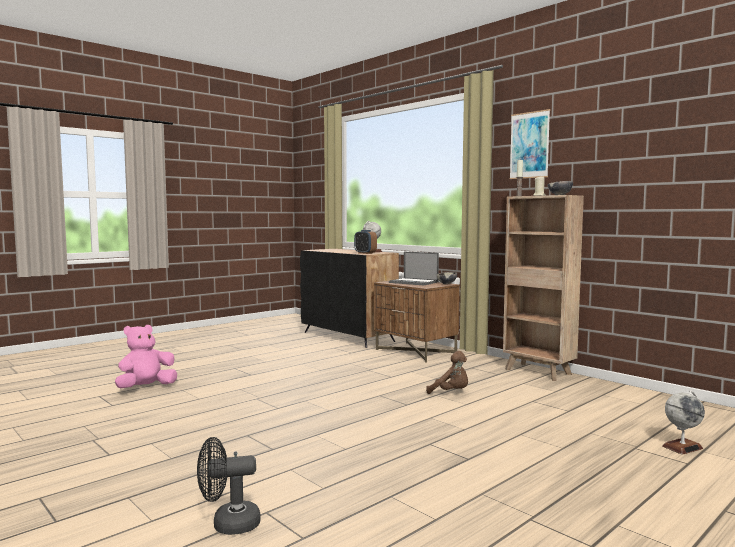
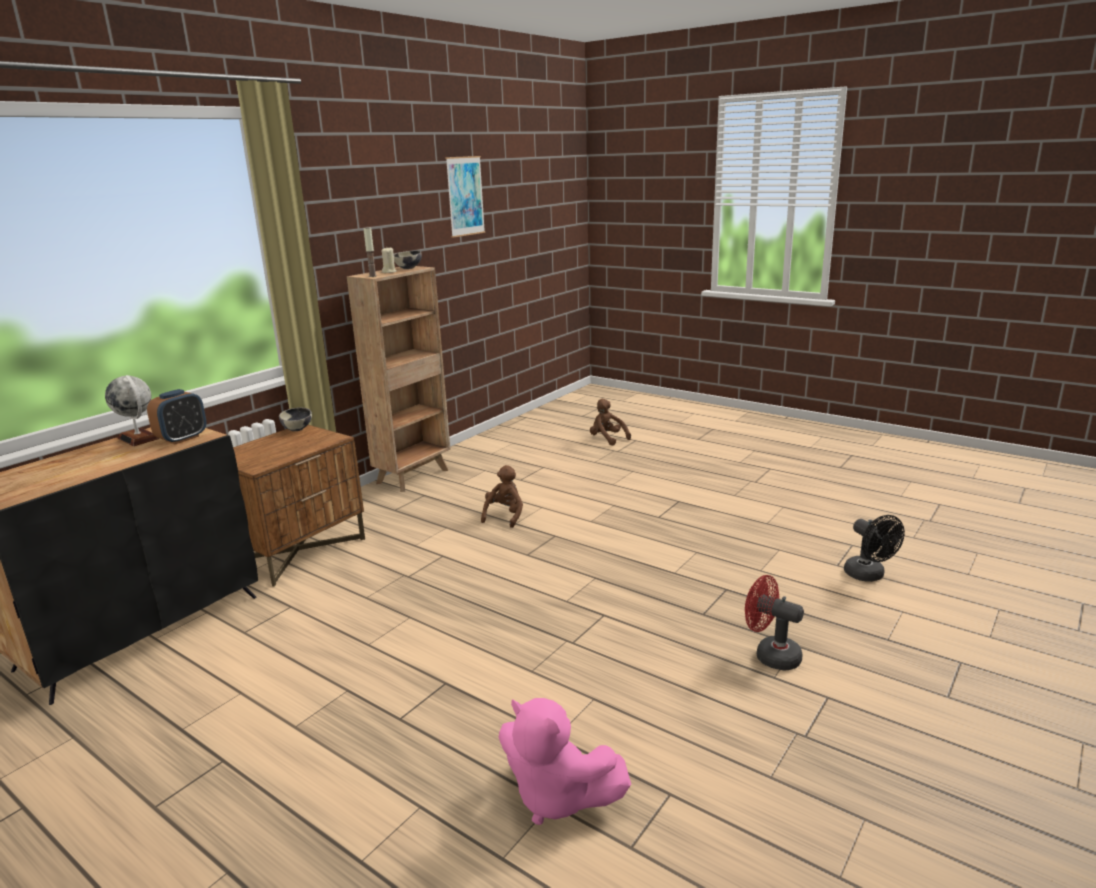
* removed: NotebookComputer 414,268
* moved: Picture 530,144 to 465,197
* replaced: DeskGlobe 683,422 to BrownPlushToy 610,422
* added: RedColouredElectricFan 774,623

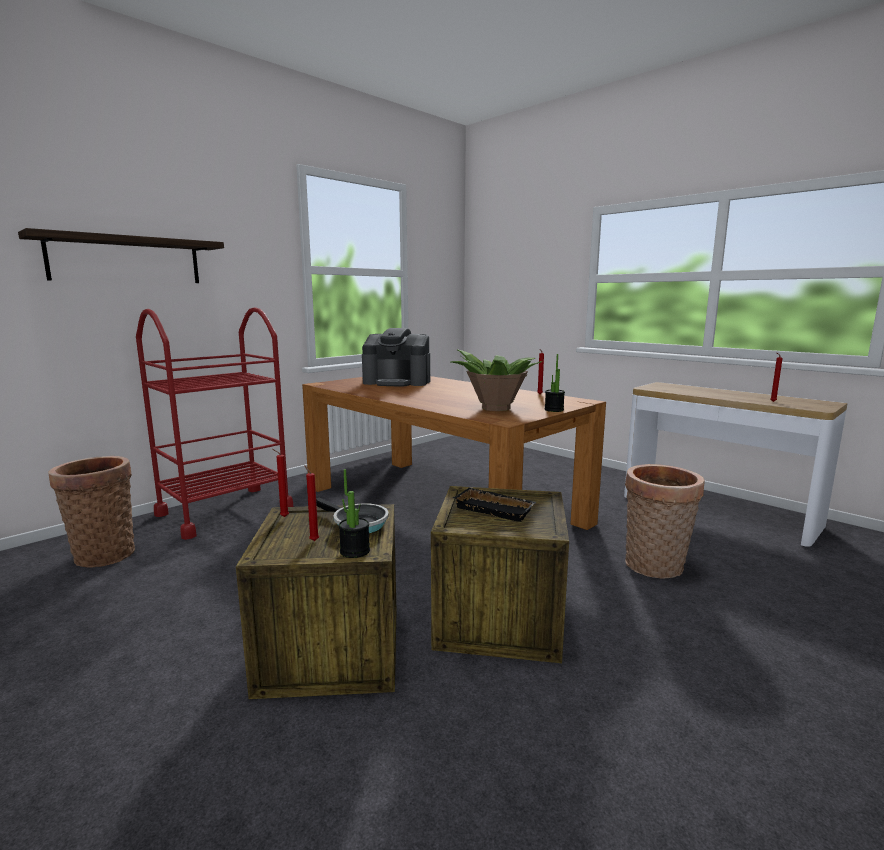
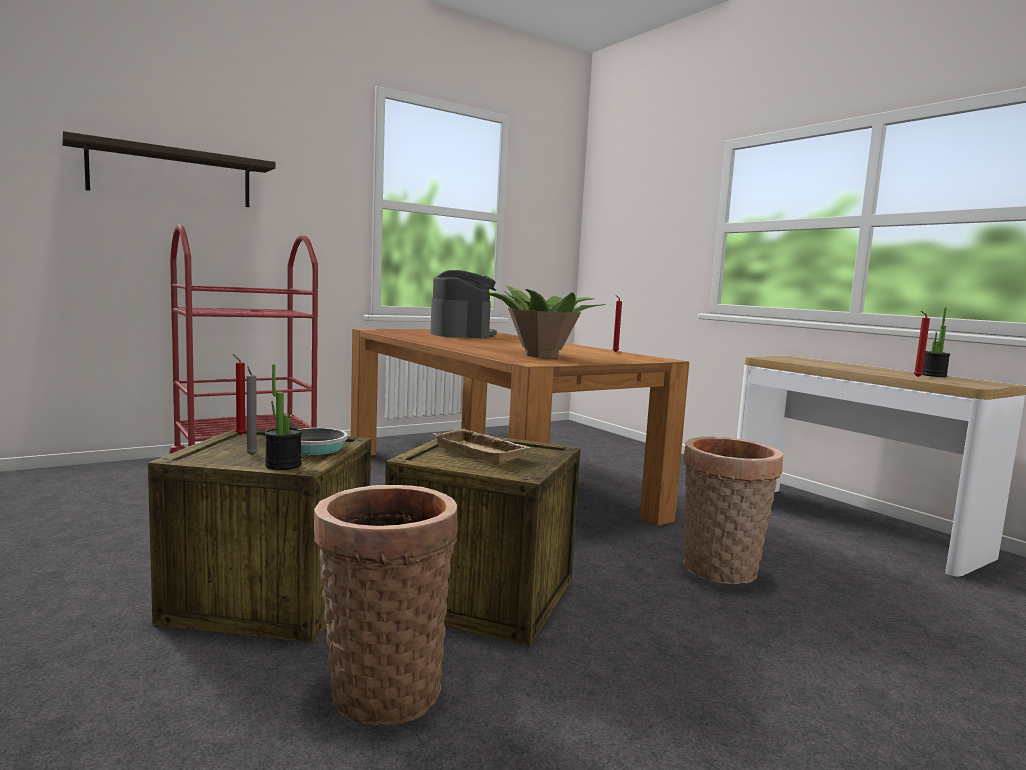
* moved: HouseholdBasket 91,512 to 386,605
* recoloured: RedColouredWaxLight 311,503 to GreyWaxLight 252,410
* turned: CoffeeBrewer 396,357 = 463,304 120 degrees counterclockwise
* recoloured: BlackishCarryingTray 494,504 to BeigeColouredCarryingTray 481,446
* moved: PottedPlant 554,383 to 936,342

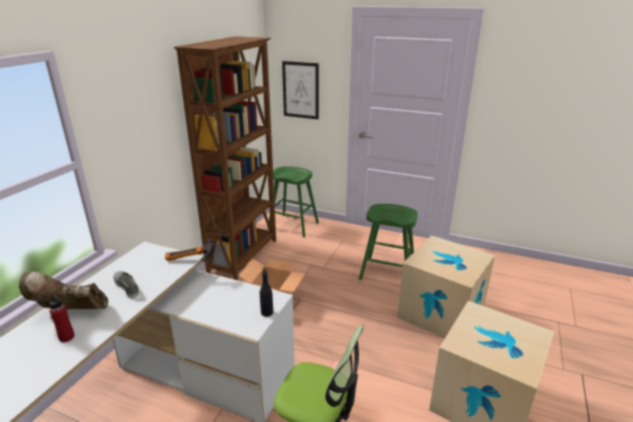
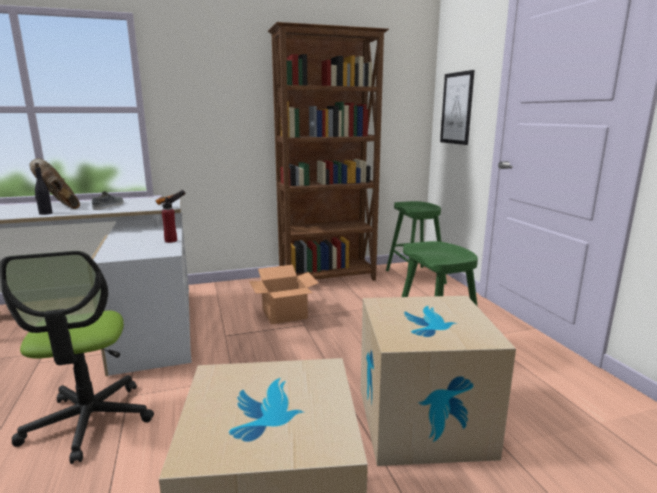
* moved: RedColouredDrinkBottle 62,318 to 169,220
* moved: BlackishDrinkBottle 266,292 to 44,189

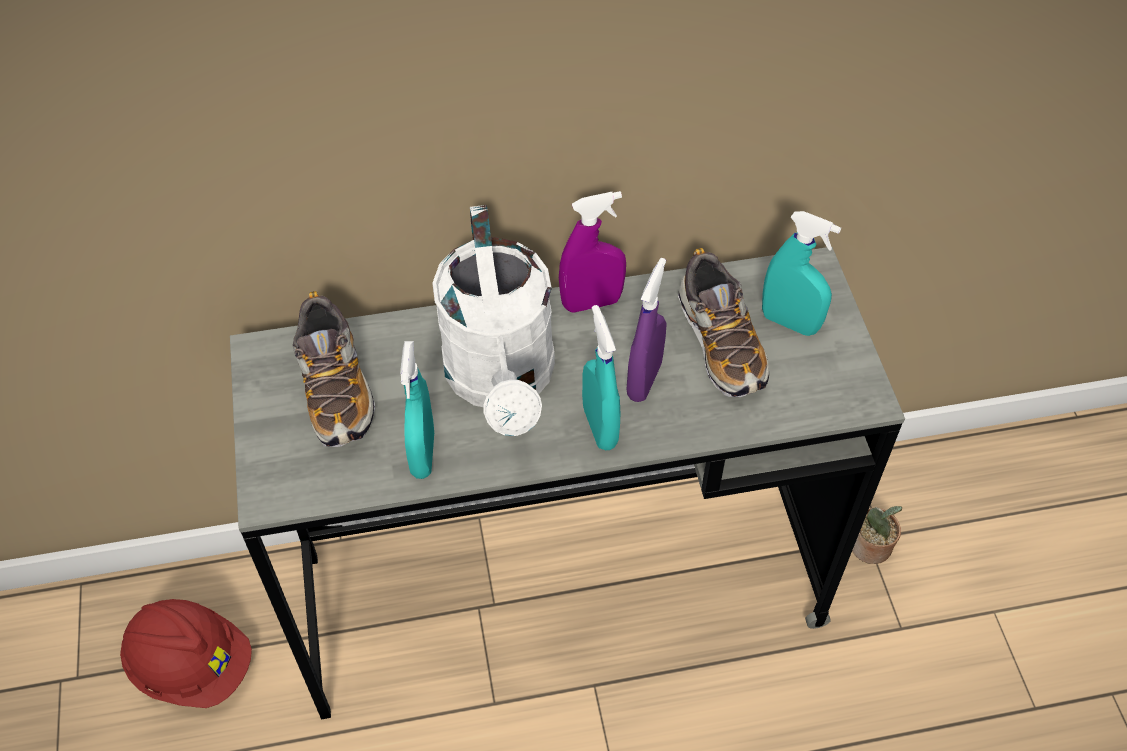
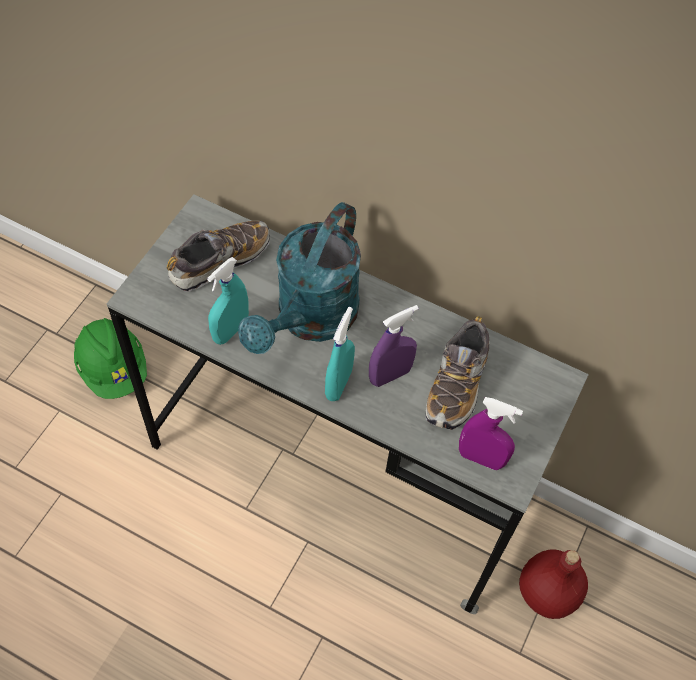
* recoloured: RedColouredWorkHelmet 186,653 to GreenColouredWorkHelmet 110,358
* turned: ItemOfFootwear 334,369 = 218,256 150 degrees counterclockwise
* recoloured: WhiteWateringCan 493,320 to TurquoiseWateringCan 299,278
* moved: PurplishSprayBottle 592,251 to 491,433
* removed: TurquoiseSprayBottle 801,273
* replaced: PottedPlant 877,535 to RedColouredDrinkBottle 553,584

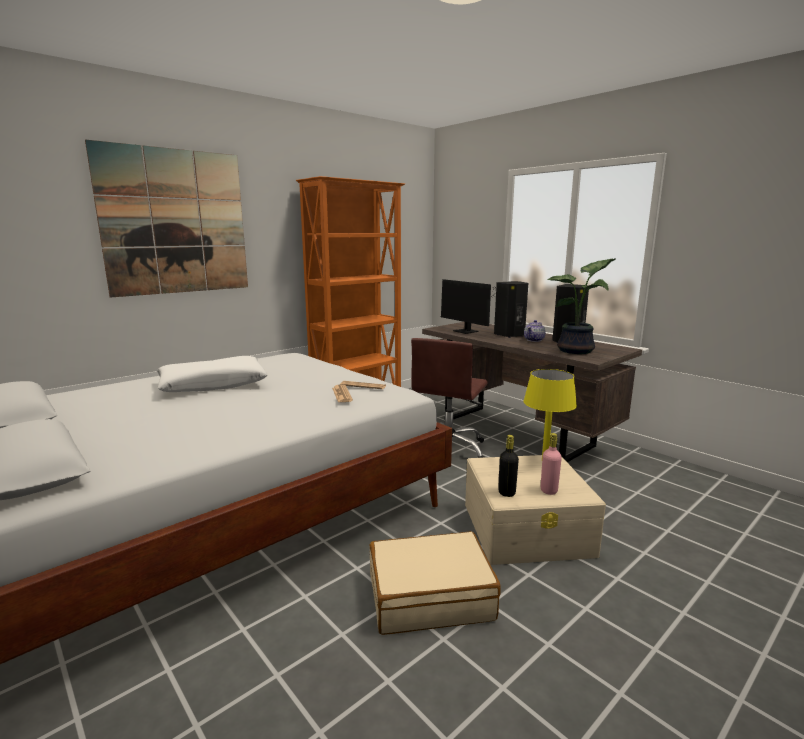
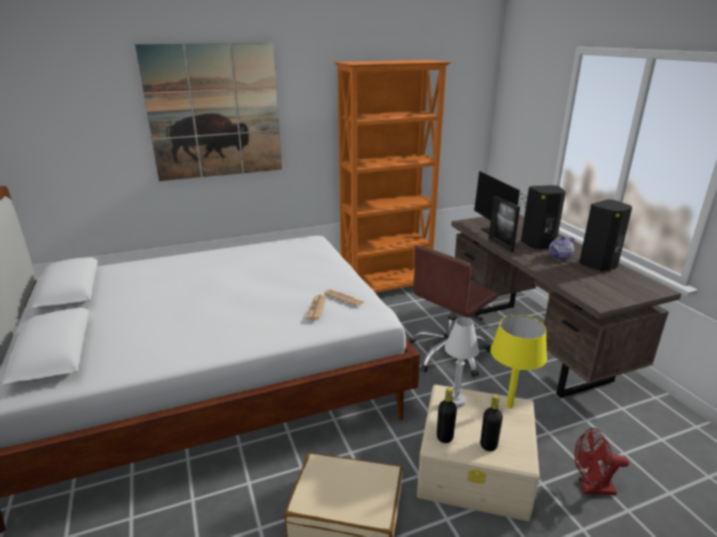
* removed: WhiteCushion 212,374
* recoloured: PinkDrinkBottle 551,464 to BlackishDrinkBottle 491,423
* removed: PottedPlant 581,306
* added: WhiteTableLamp 462,362
* added: PhotoFrame 504,224
* added: RedColouredElectricFan 601,461

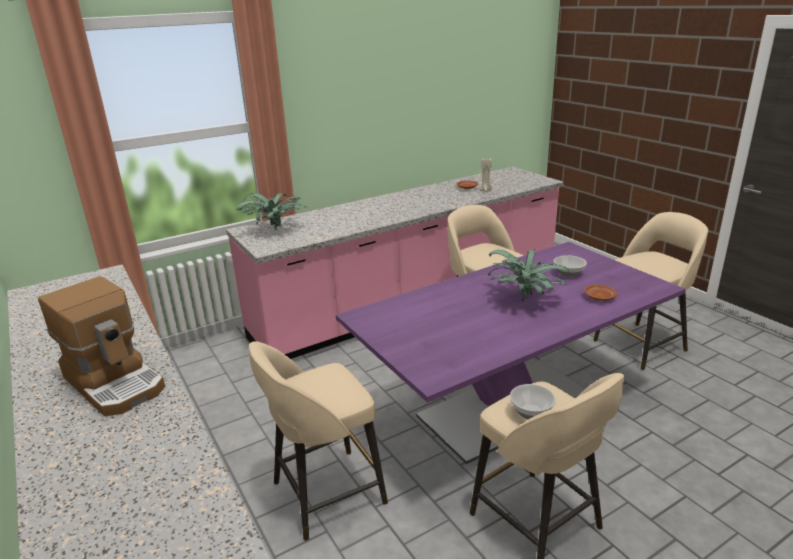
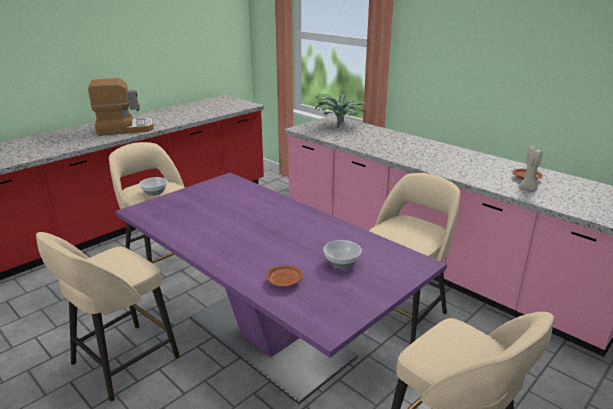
* turned: CoffeeBrewer 101,346 = 121,107 135 degrees counterclockwise
* removed: PottedPlant 528,275
* moved: Bowl 533,401 to 153,186

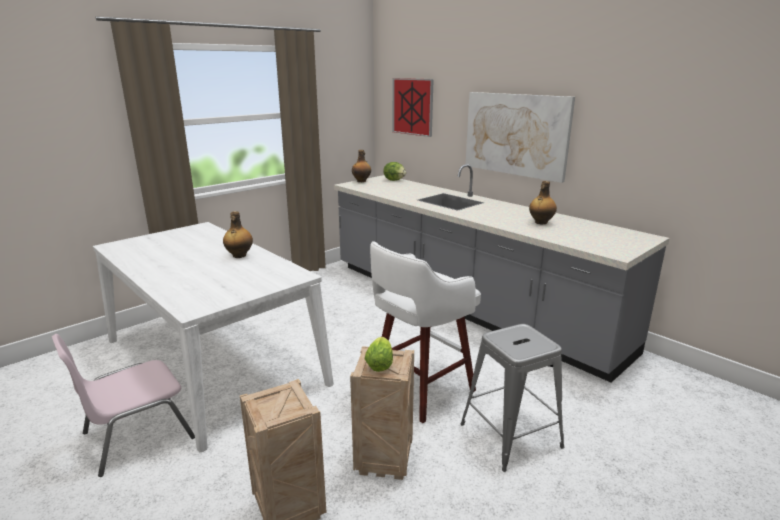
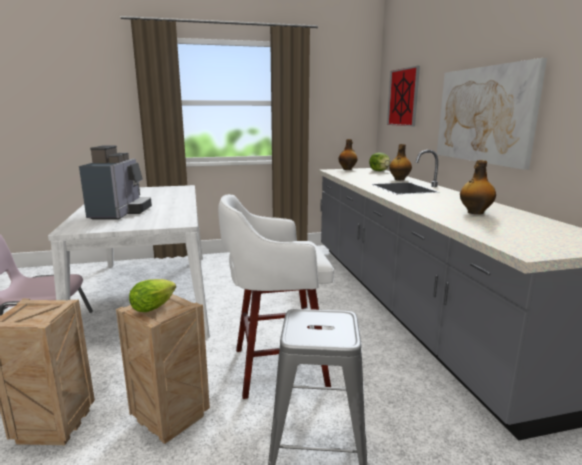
* moved: DrinkBottle 238,235 to 400,162
* added: CoffeeBrewer 115,182

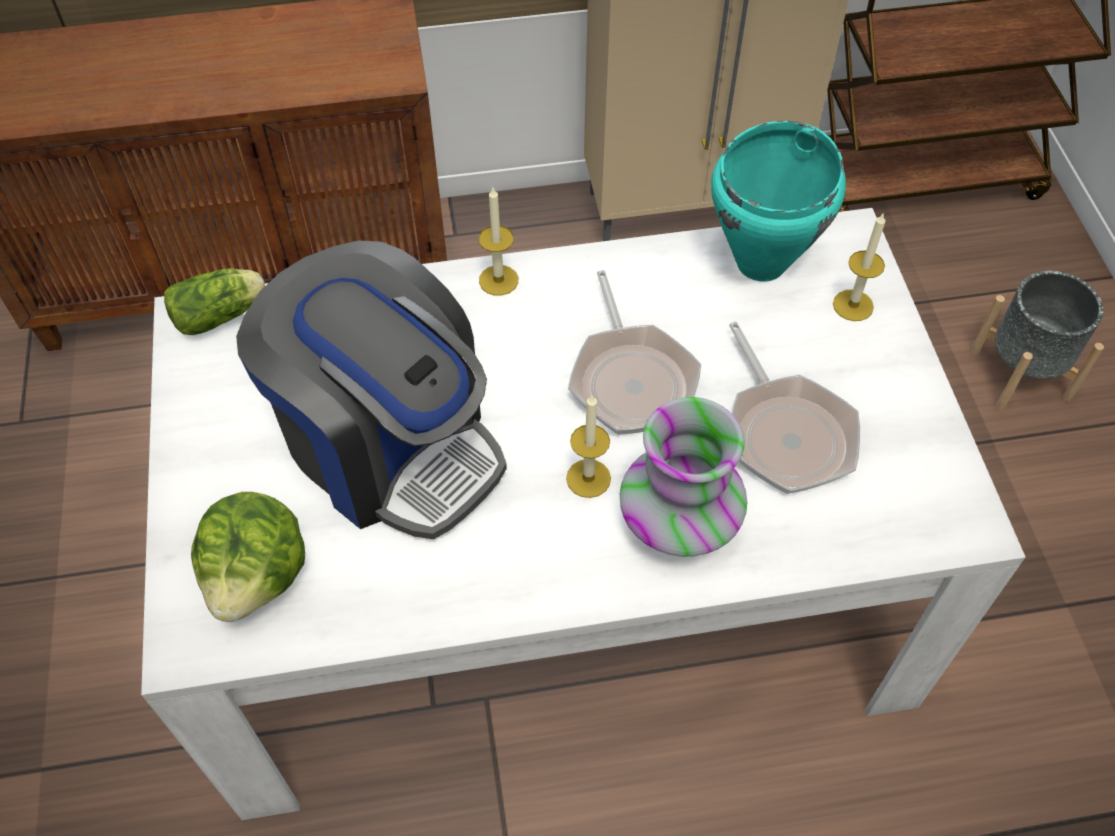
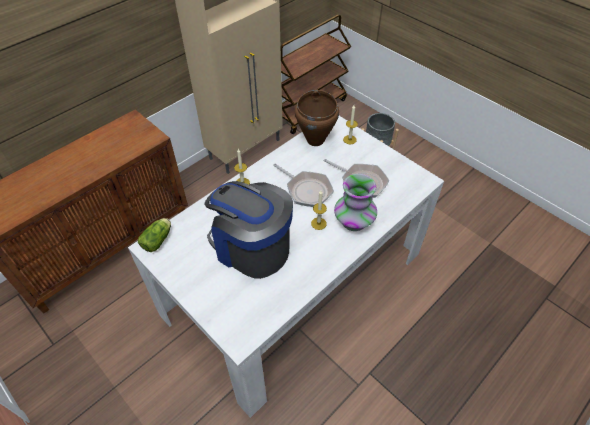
* removed: HeadOfLettuce 248,557
* turned: CoffeeBrewer 371,389 = 248,230 150 degrees counterclockwise
* recoloured: TurquoiseCookingPot 778,201 to BrownCookingPot 317,118

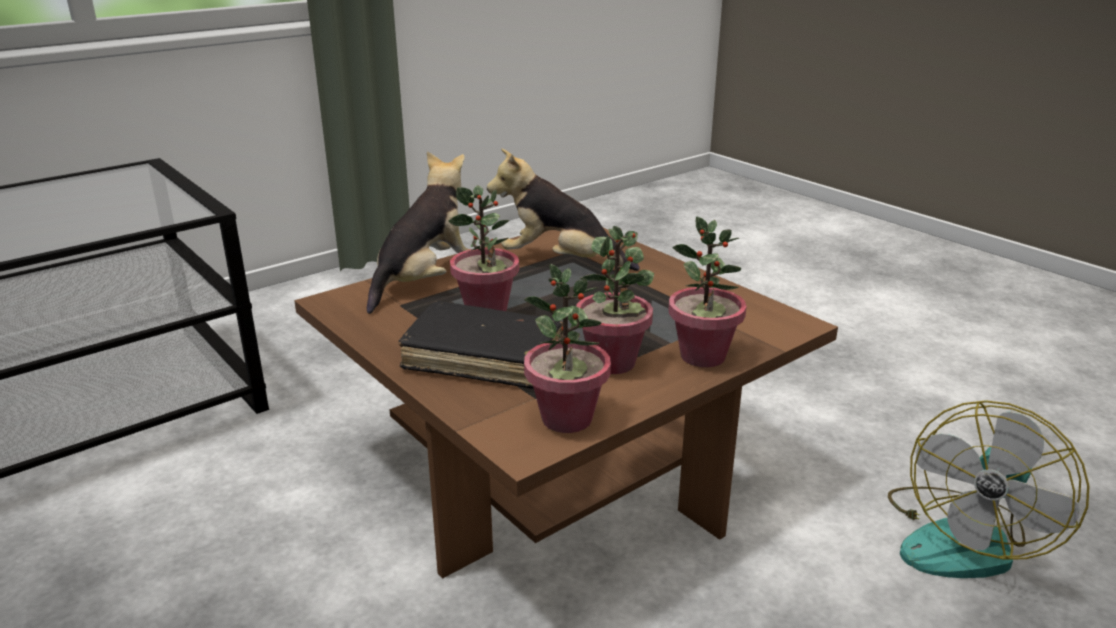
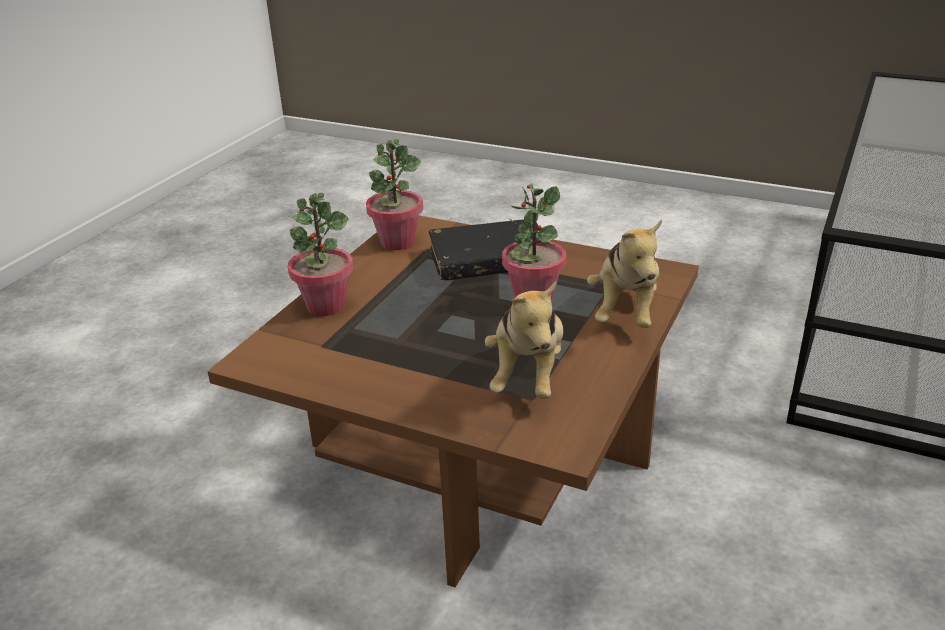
* turned: PlushToy 563,209 = 524,339 105 degrees clockwise
* removed: PottedPlant 615,300
* removed: ElectricFan 989,489

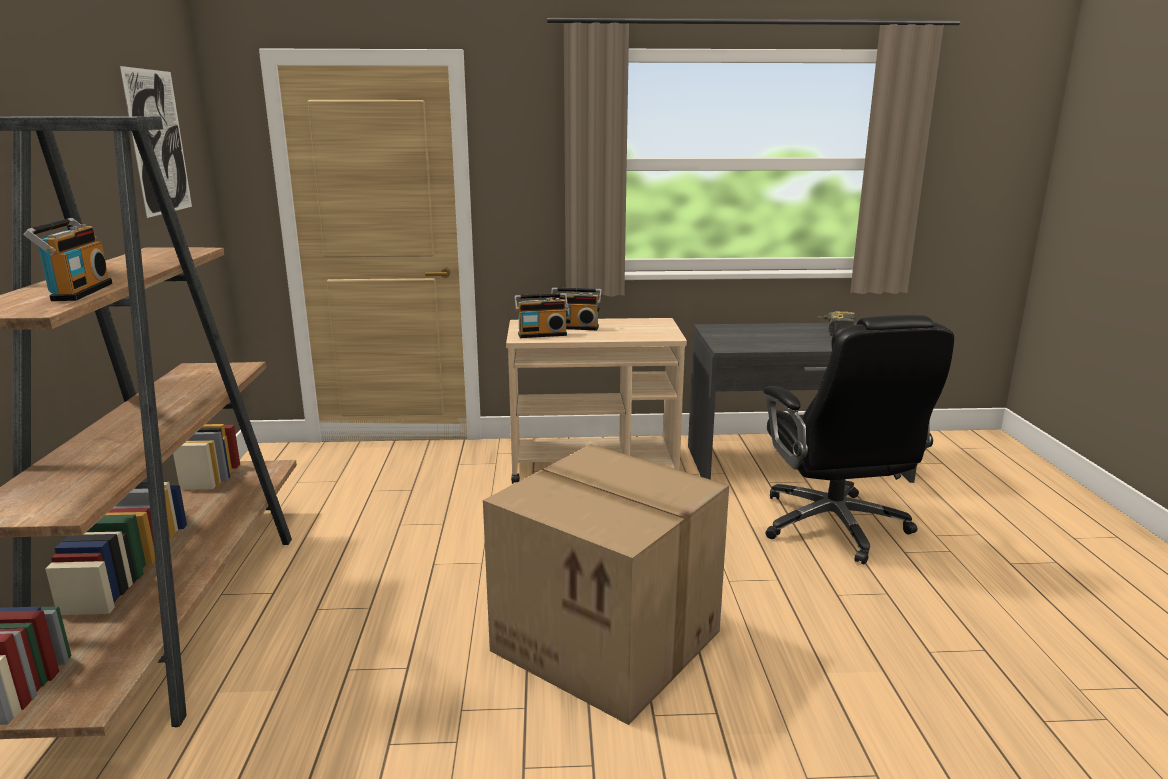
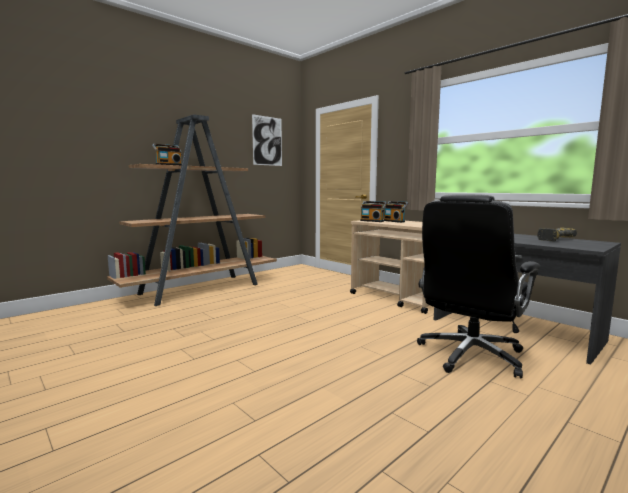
* removed: PackingBox 606,584

